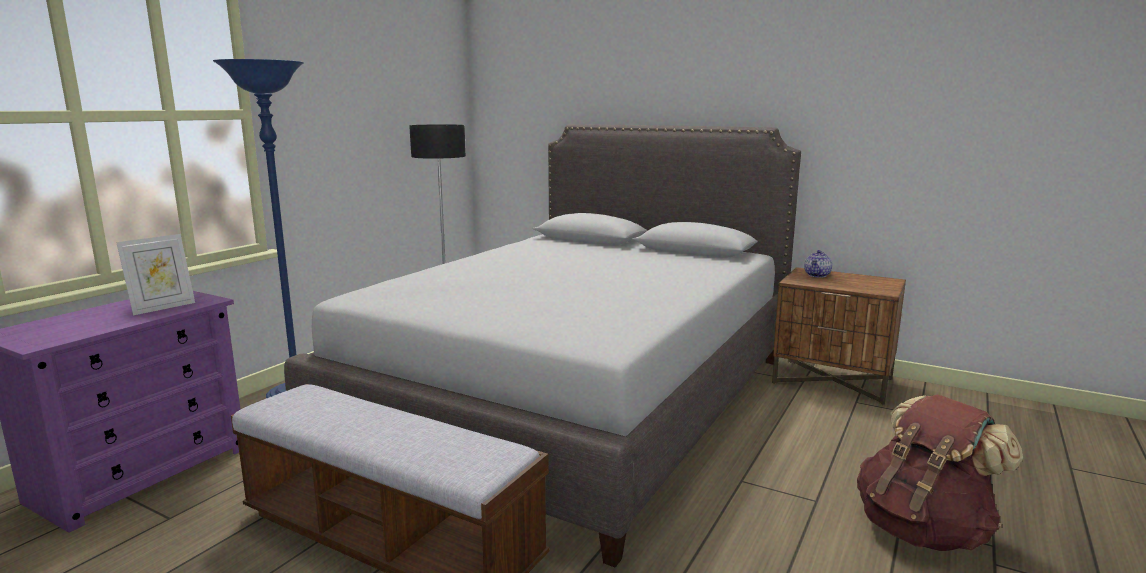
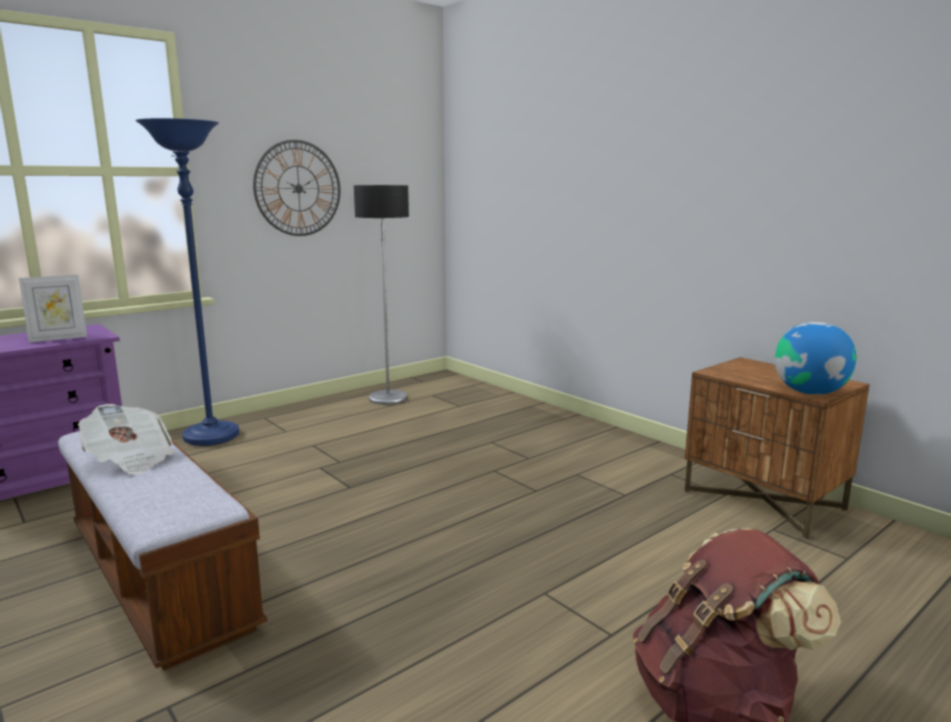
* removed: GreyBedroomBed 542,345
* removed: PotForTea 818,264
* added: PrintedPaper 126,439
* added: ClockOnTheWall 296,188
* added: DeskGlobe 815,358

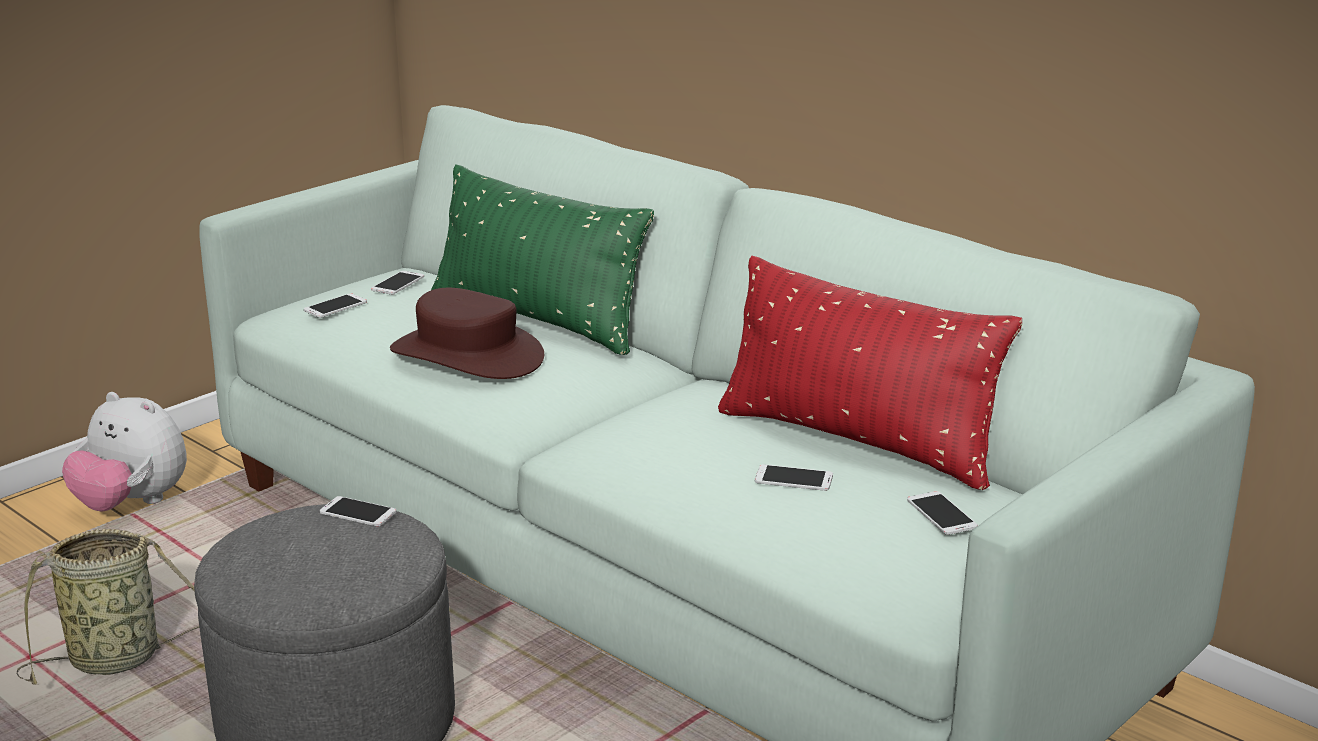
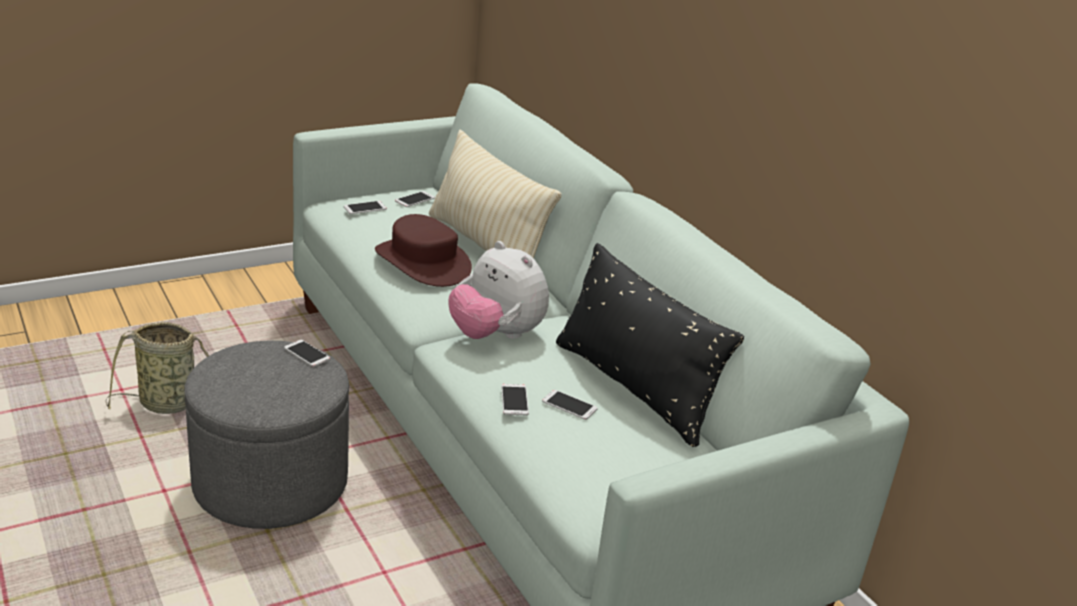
* moved: PlushToy 124,452 to 498,290
* recoloured: GreenColouredCushion 542,259 to BeigeColouredCushion 495,194
* recoloured: RedColouredCushion 870,373 to BlackishCushion 650,345
* moved: Phone 942,513 to 515,399

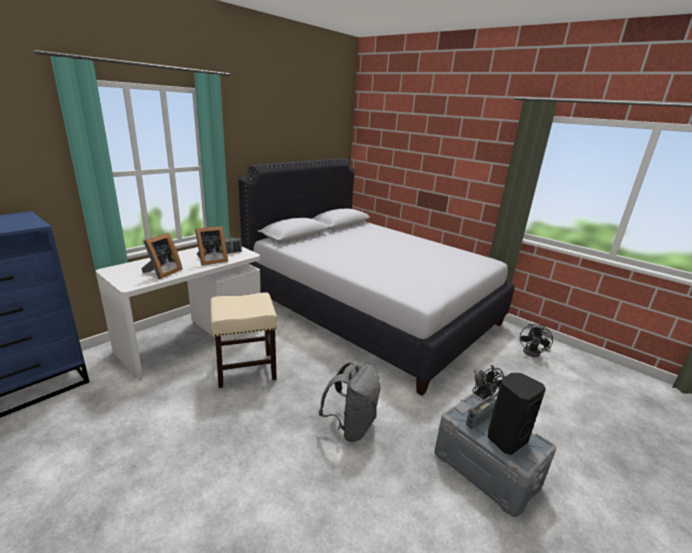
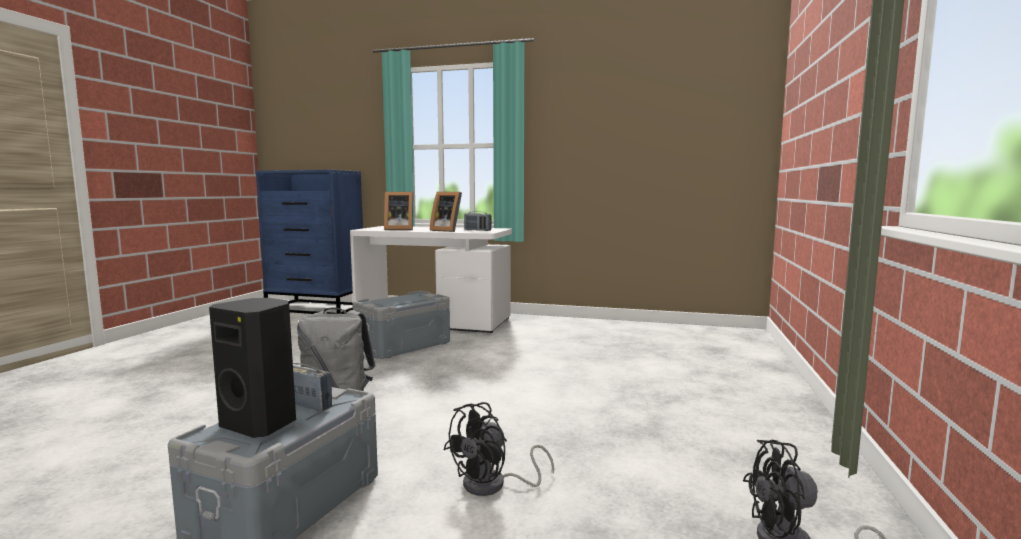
* replaced: BeigeColouredStoolSeat 243,340 to GreyStorageBin 401,325
* removed: WhiteBedroomBed 376,277

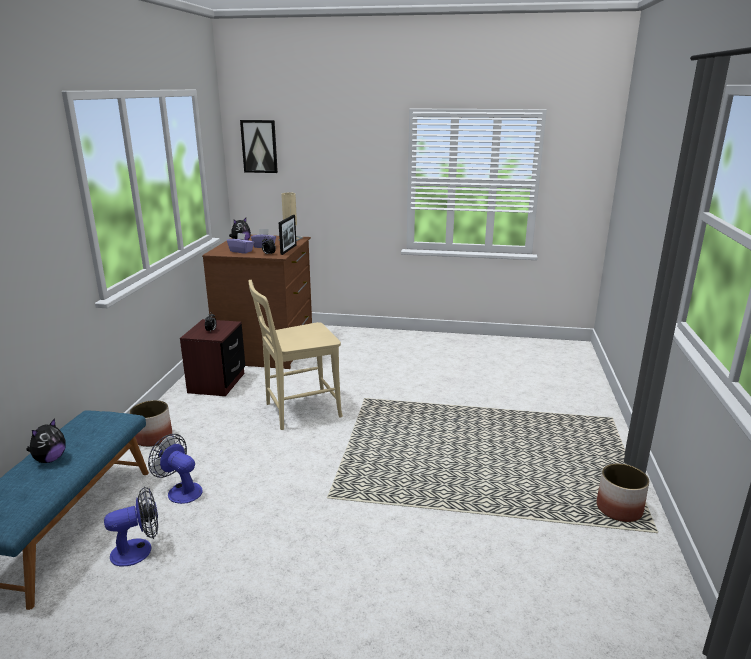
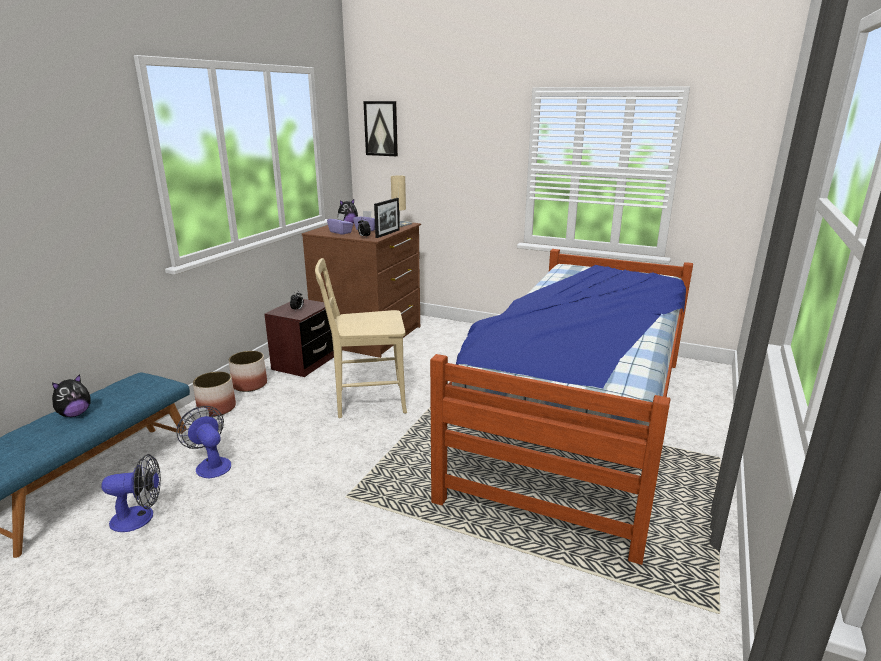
* moved: FlowerPot 623,492 to 247,371
* added: BedroomBed 561,407

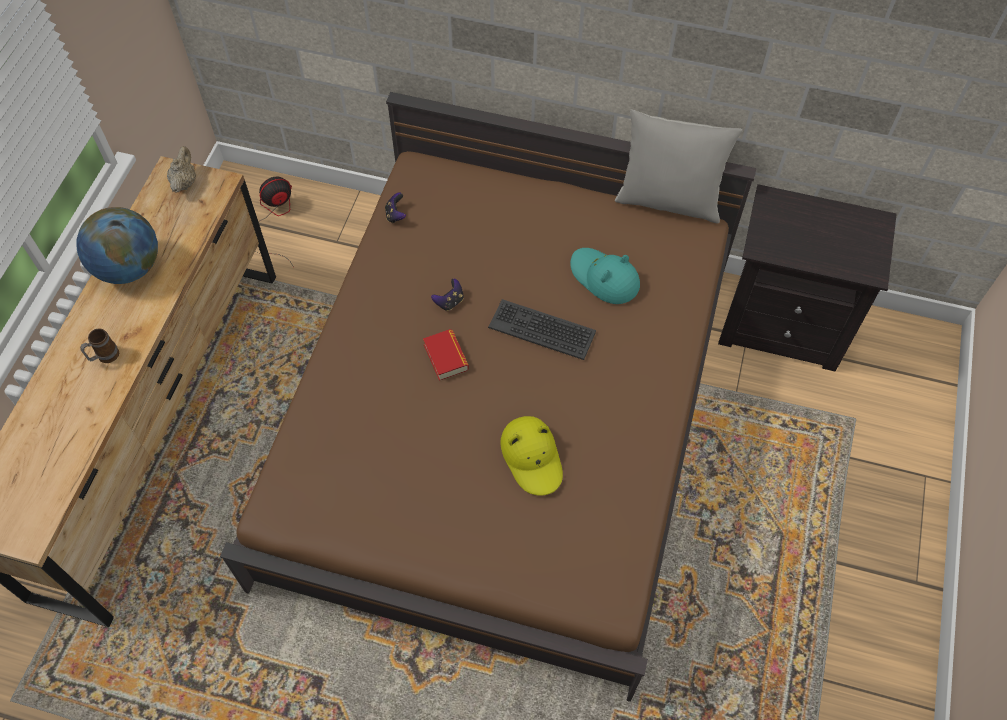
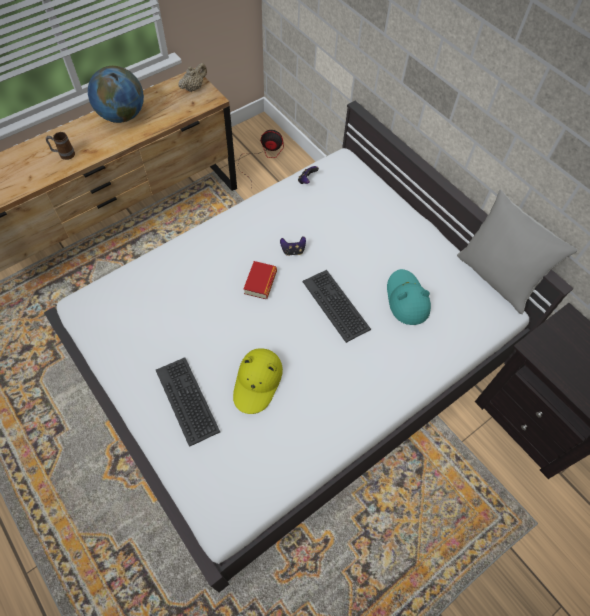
* recoloured: BrownBedroomBed 488,397 to WhiteBedroomBed 309,346
* added: ComputerKeyboard 188,402

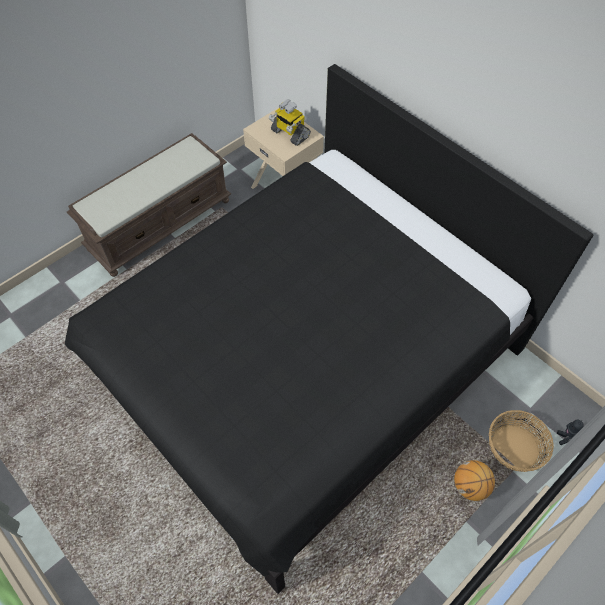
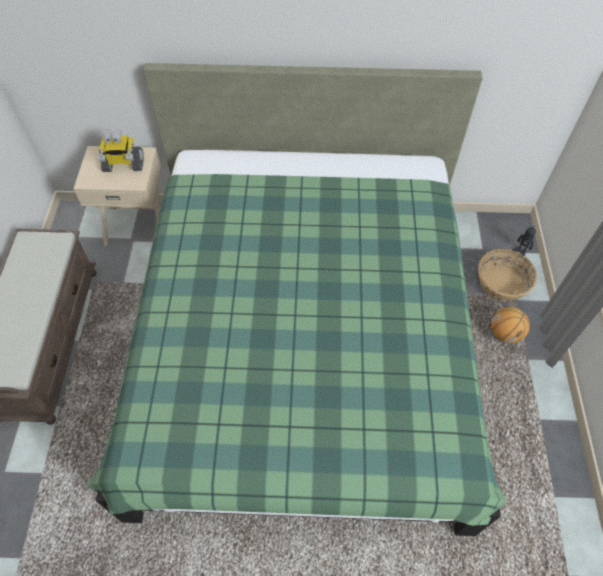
* recoloured: BlackishBedroomBed 329,329 to GreenColouredBedroomBed 297,299

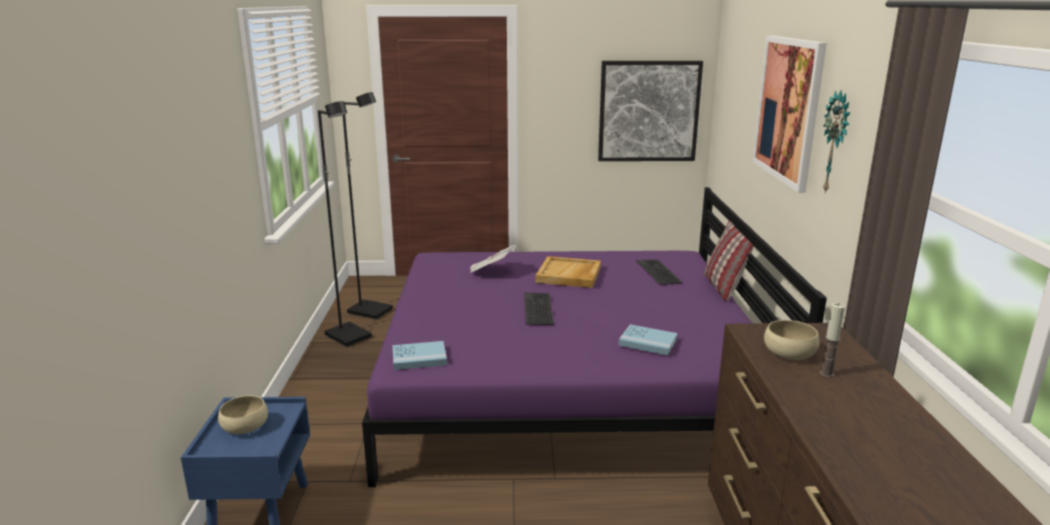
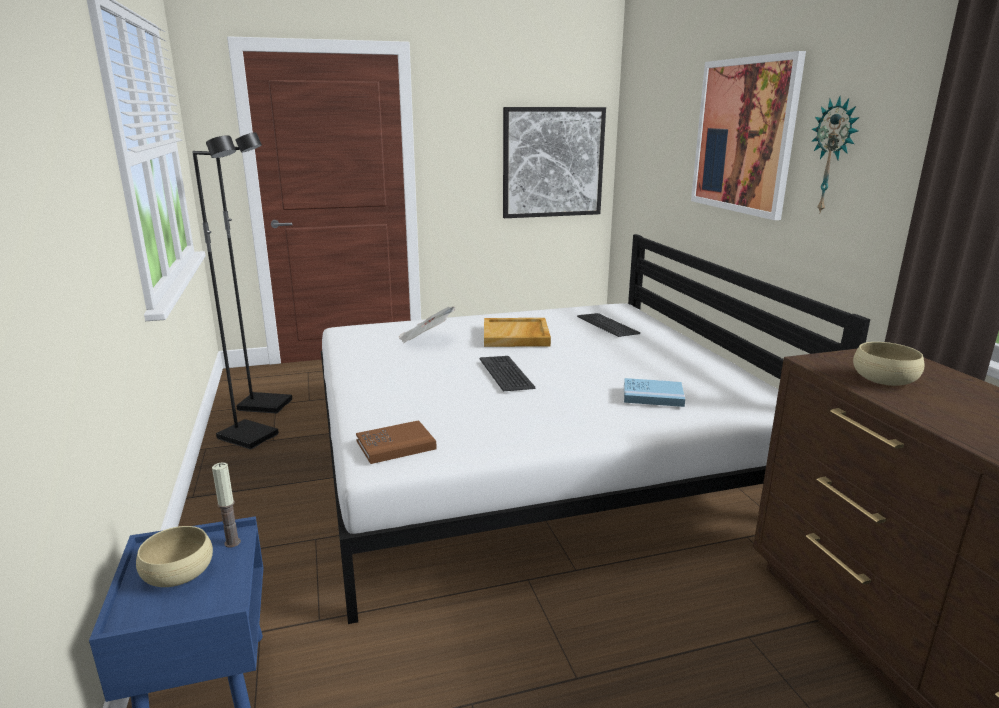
* recoloured: PurplishBedroomBed 594,337 to WhiteBedroomBed 595,429
* recoloured: BluishBoundBook 420,355 to BrownBoundBook 396,442
* removed: Cushion 729,261
* moved: WaxLight 832,340 to 226,505

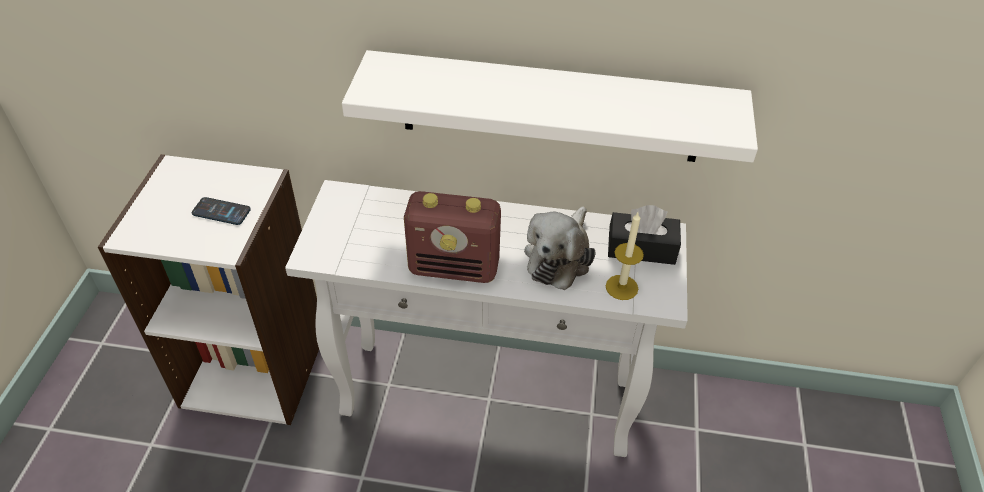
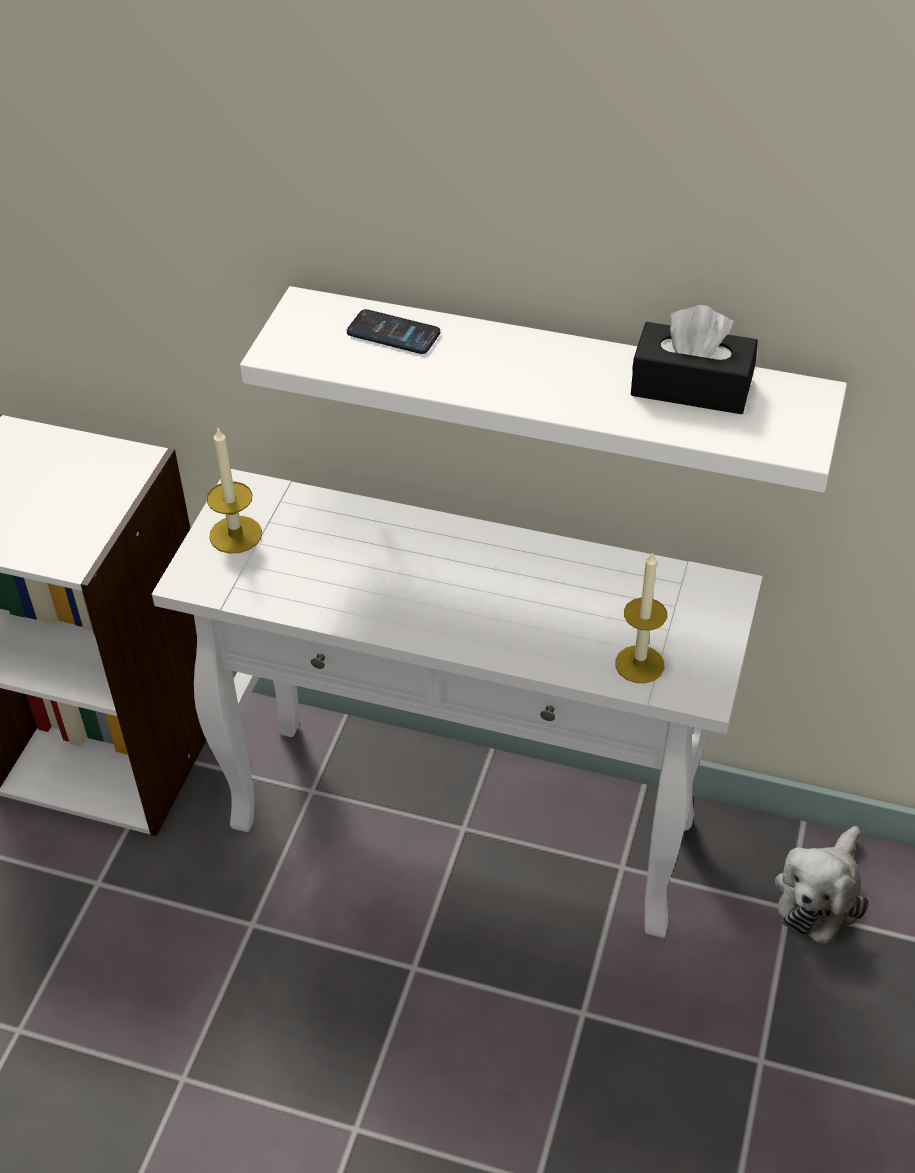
* moved: Phone 221,211 to 393,331
* removed: Radio 452,237
* moved: PlushToy 560,248 to 822,885
* moved: BlackishBoxOfTissues 644,235 to 694,359
* added: WaxLight 234,491

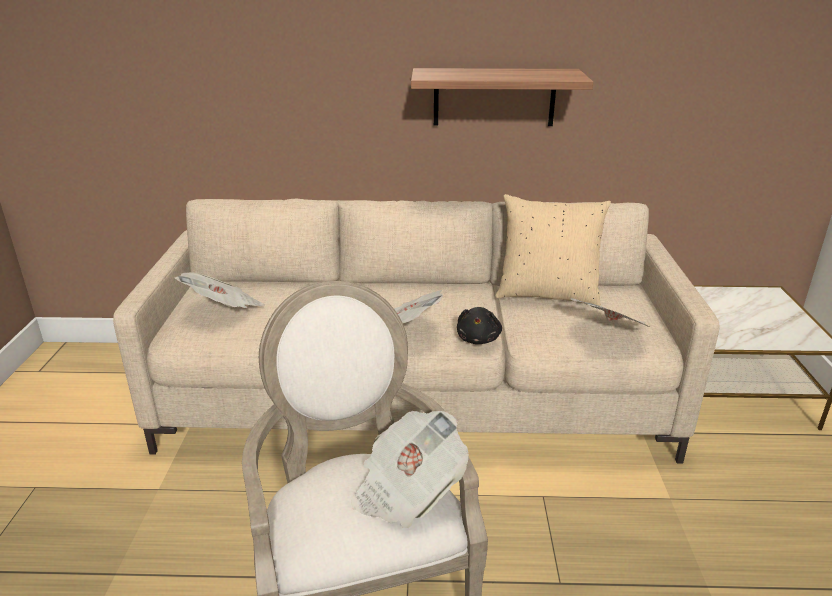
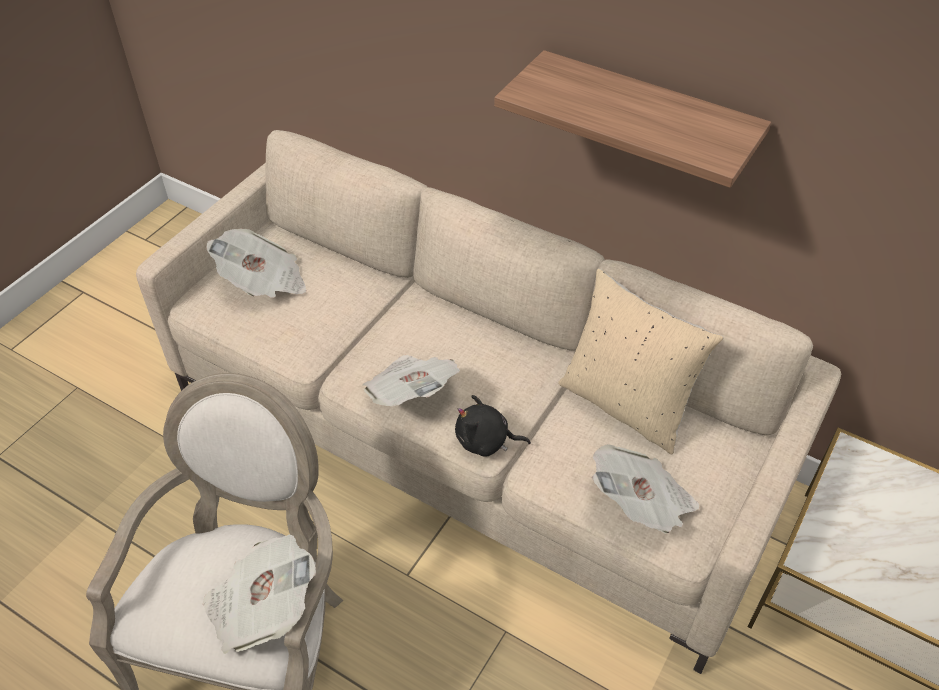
* turned: BlackishPlushToy 479,325 = 493,425 60 degrees clockwise

